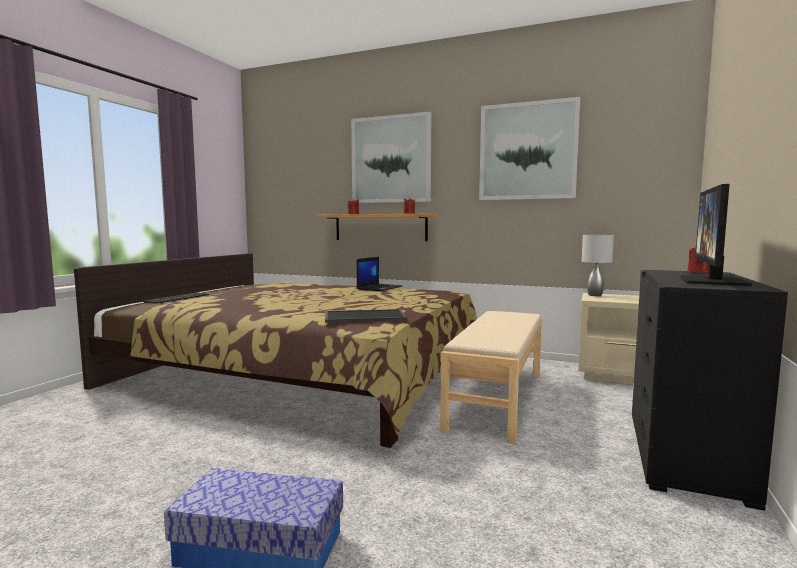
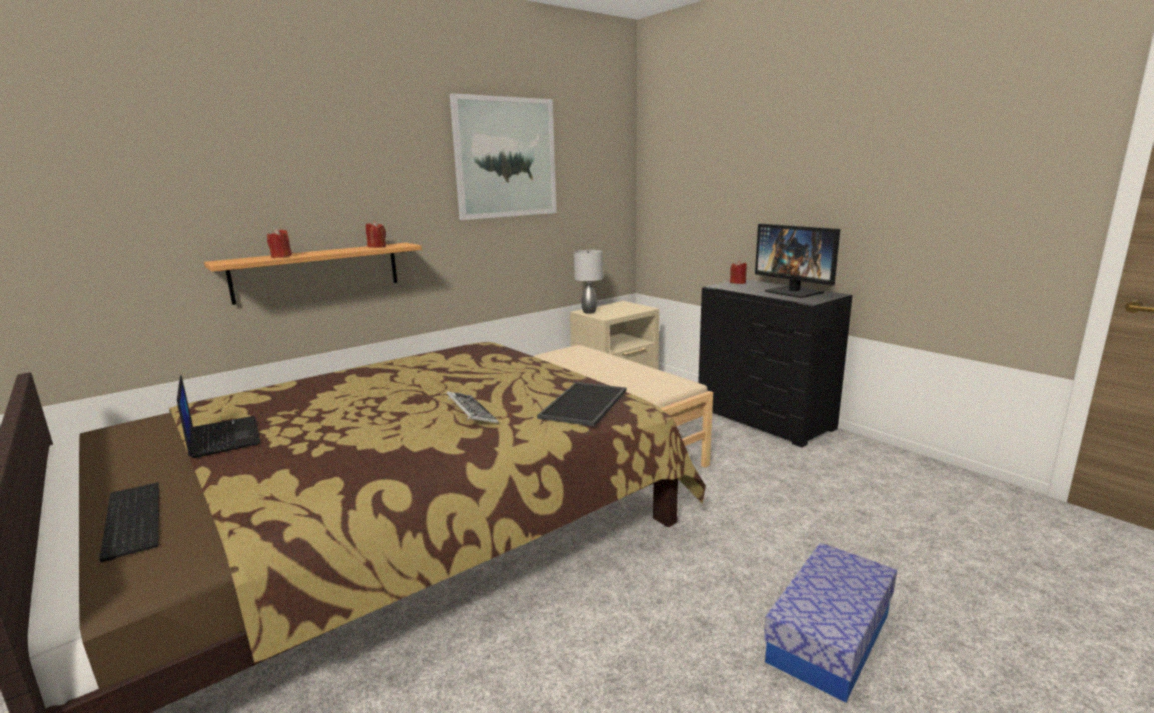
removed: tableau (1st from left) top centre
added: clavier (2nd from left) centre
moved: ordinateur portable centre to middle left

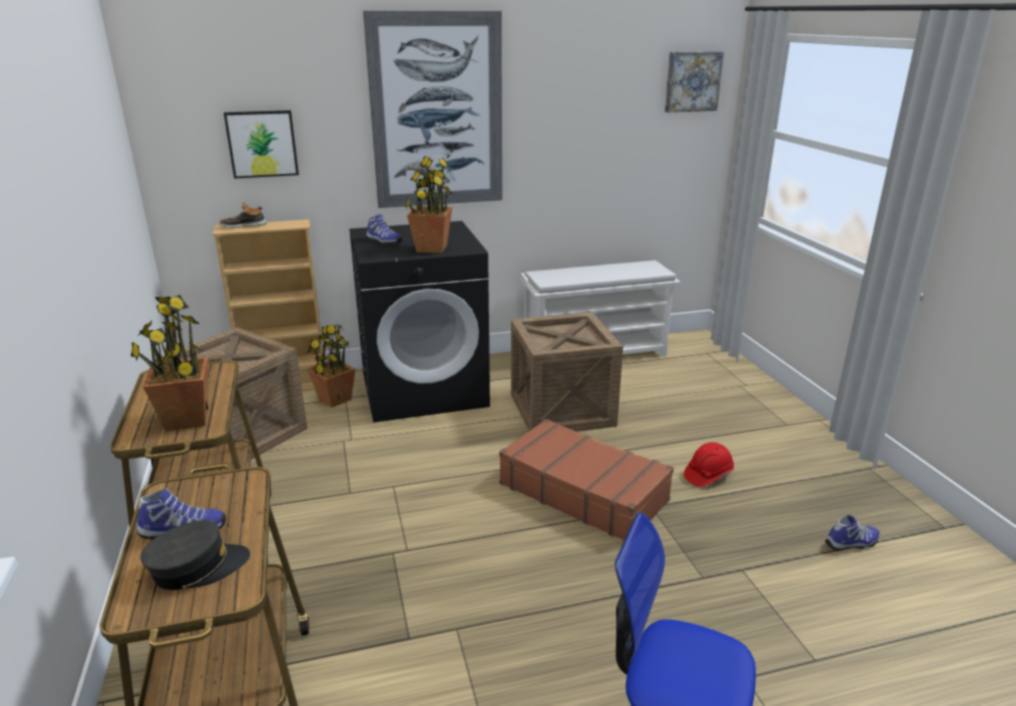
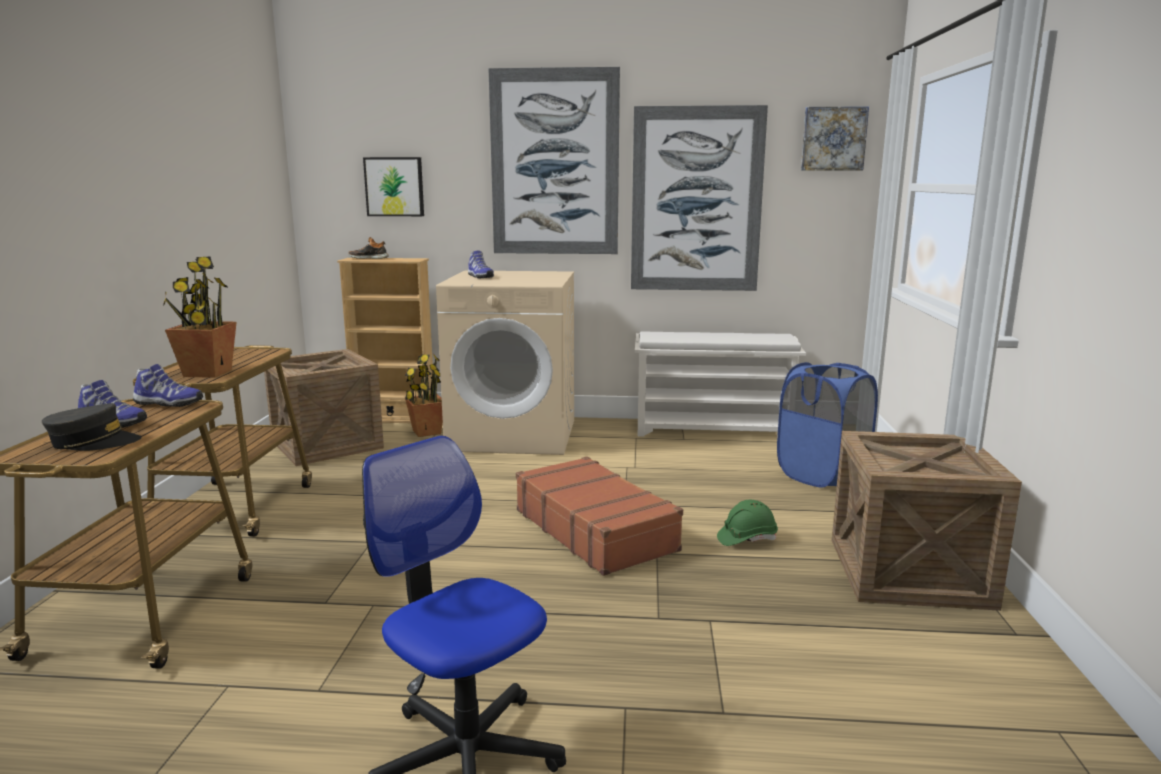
removed: plante en pot (3rd from left) top centre
added: tableau (3rd from left) top centre; panier à linge/bleu middle right
moved: chaussure (4th from left in the first image) bottom right to chaussure (2nd from left) middle left; caisse (2nd from left) centre to bottom right
recoloured: lave-linge/noir centre to lave-linge/beige centre; casque de chantier/rouge middle right to casque de chantier/vert bottom centre

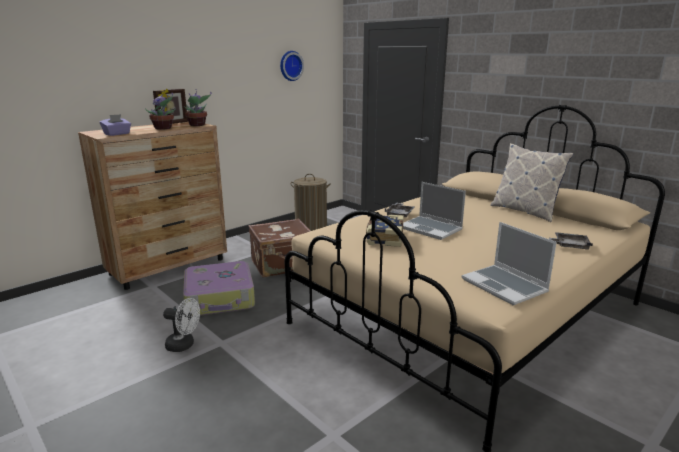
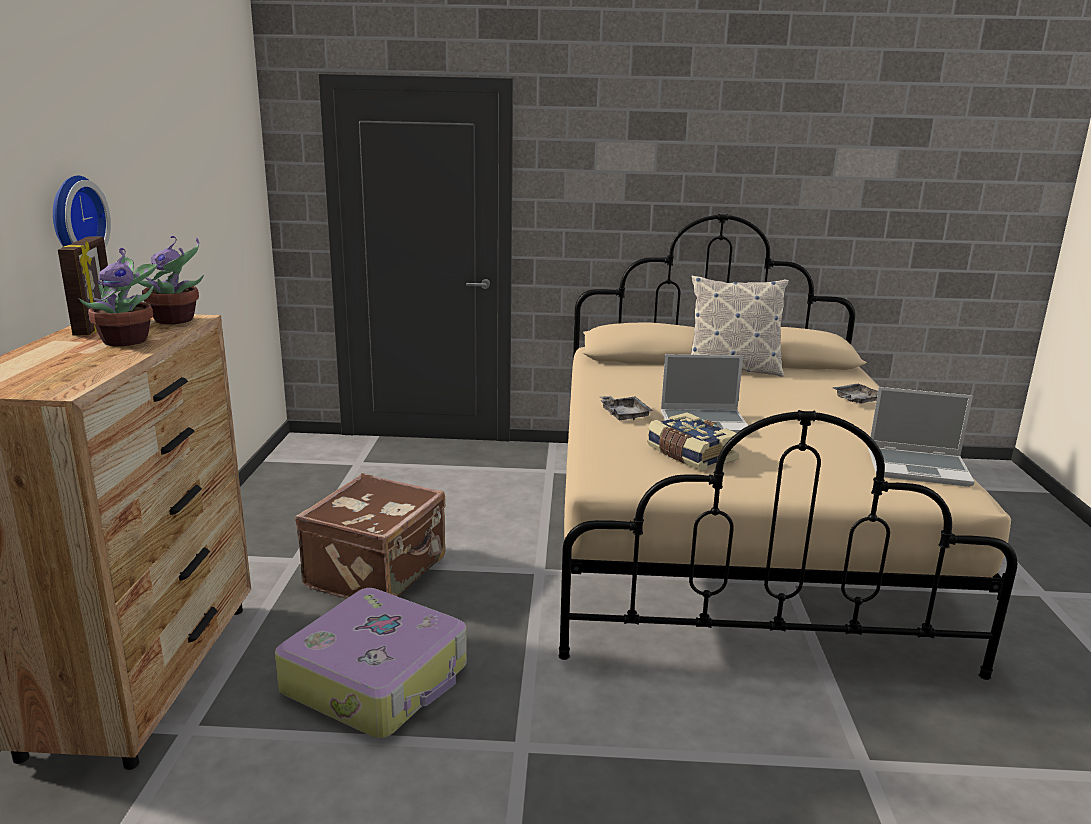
removed: boîte à mouchoirs/violet top left; ventilateur/blanc bottom left; panier à linge centre
moved: horloge murale top centre to top left

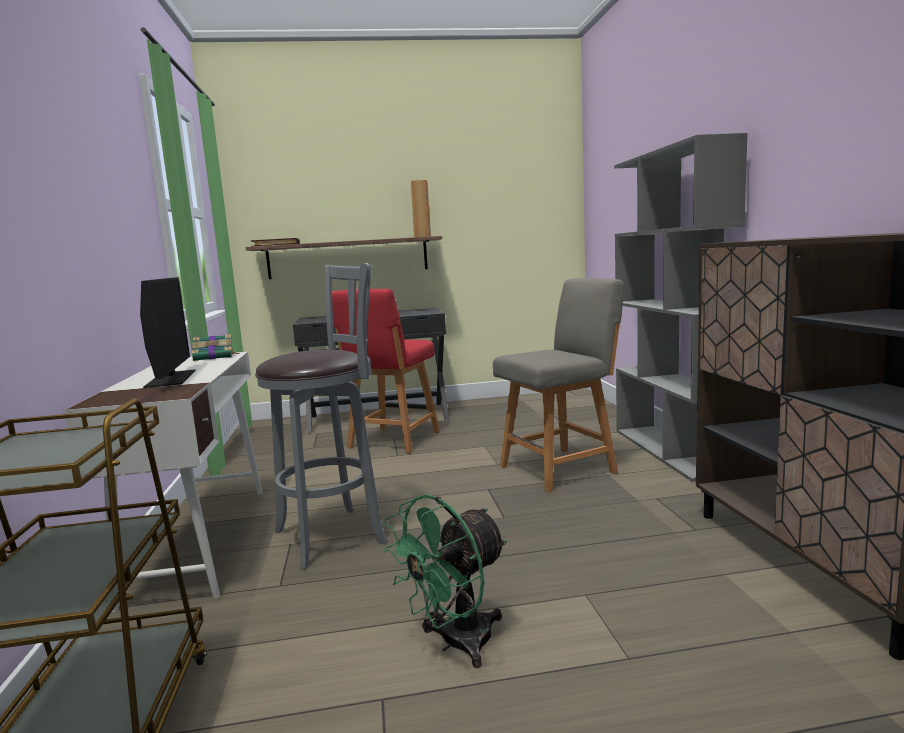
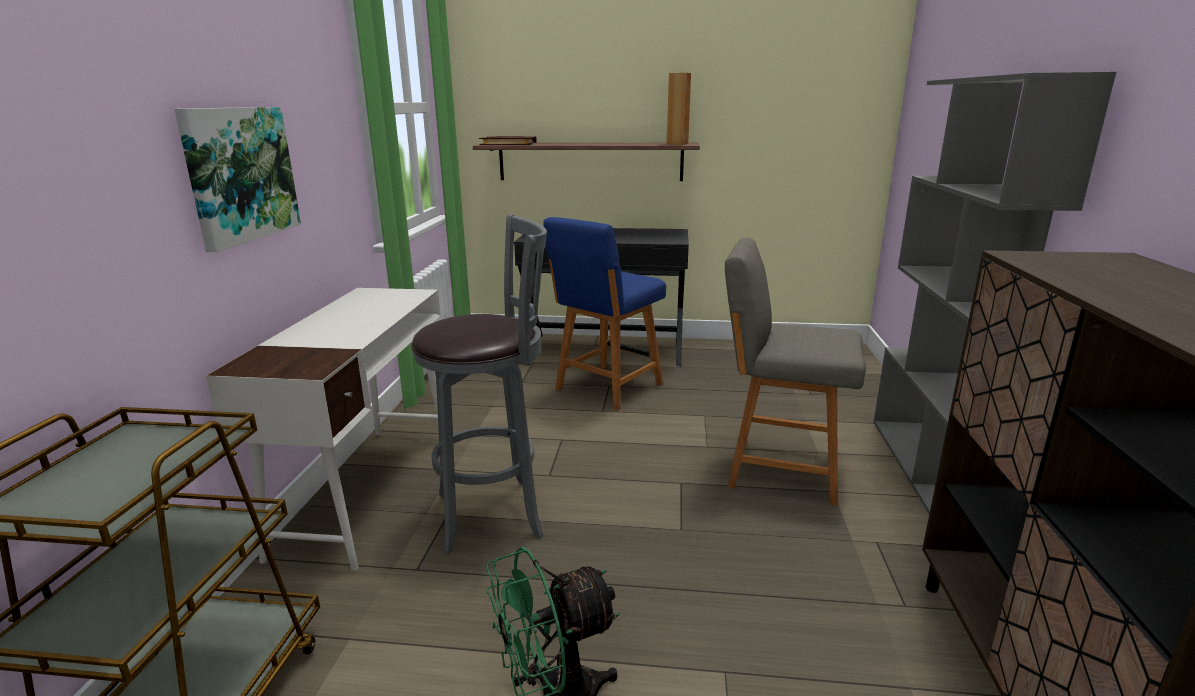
removed: écran d'ordinateur middle left; livre (1st from left) middle left
added: tableau top left
recoloured: chaise/rouge centre to chaise/bleu centre
turned: chaise/gris centre = centre 150 degrees counterclockwise

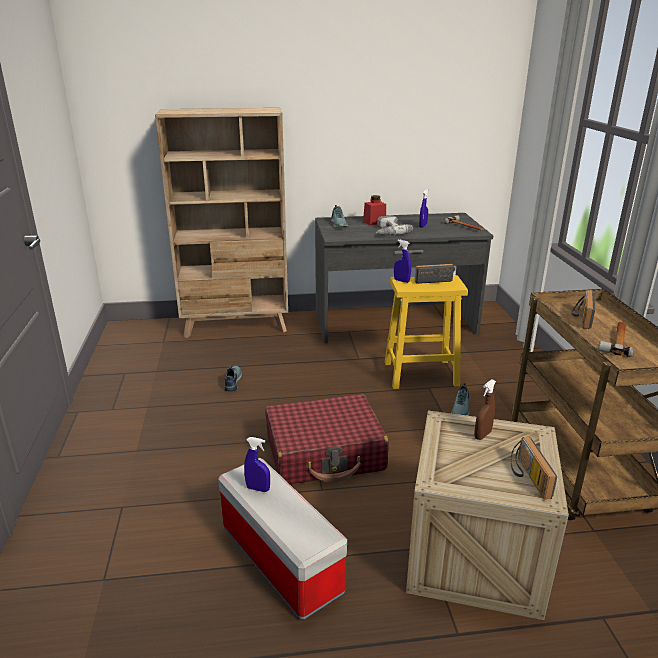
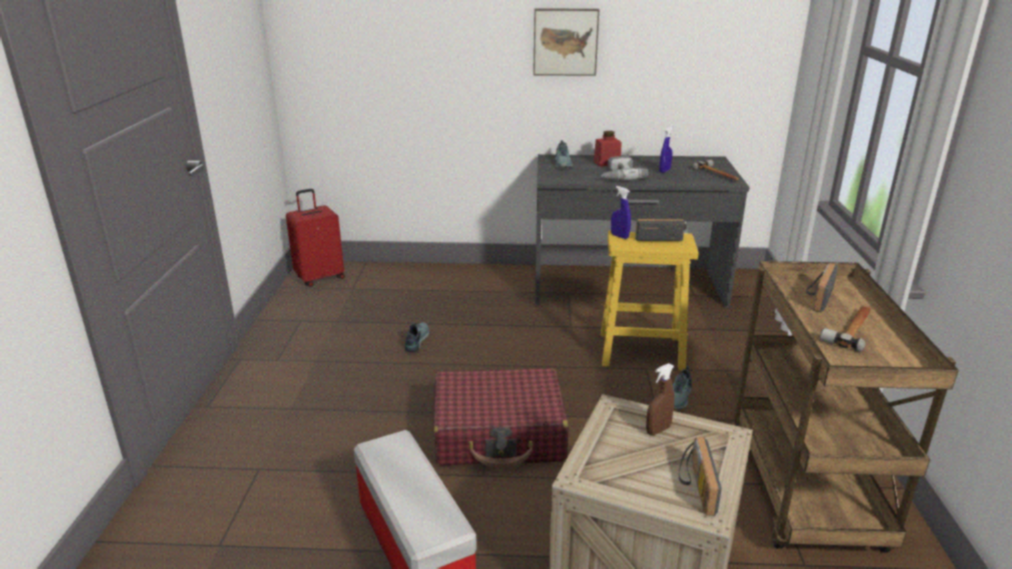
removed: bibliothèque/beige centre; vaporisateur/bleu (1st from left) bottom centre
added: valise/rouge (1st from left) middle left; tableau top centre

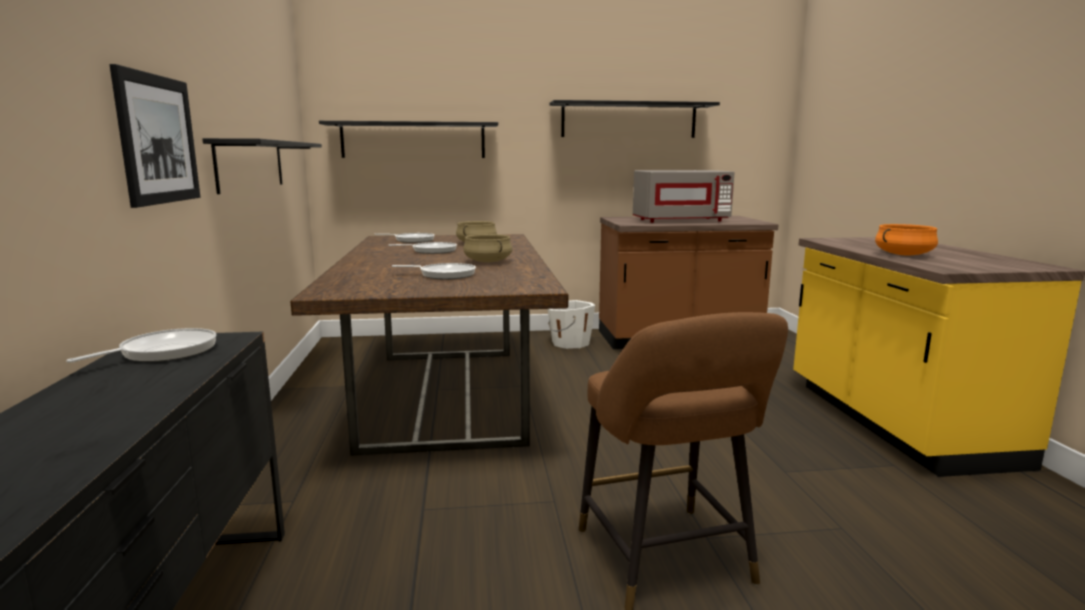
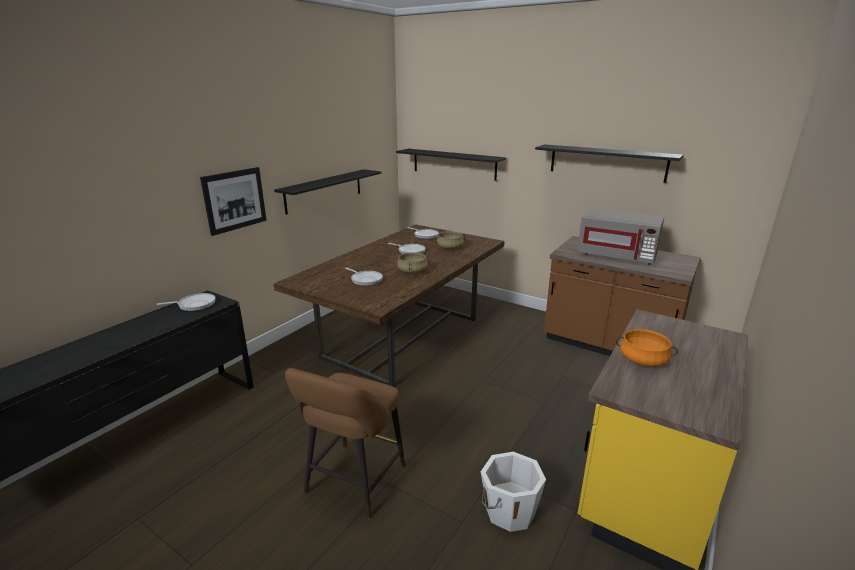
moved: seau/blanc centre to bottom centre

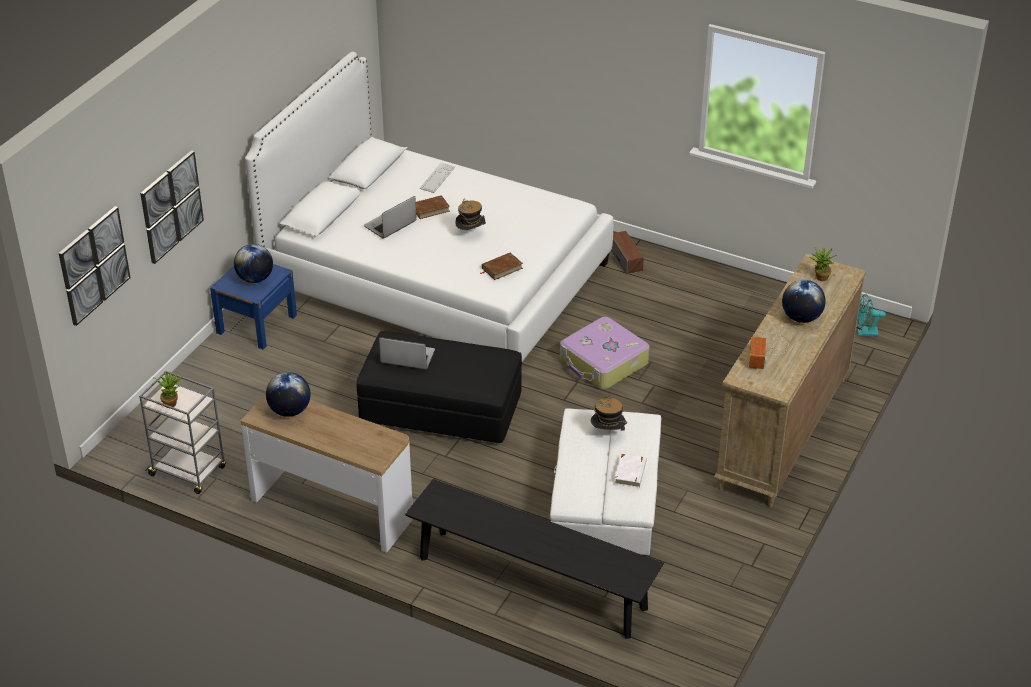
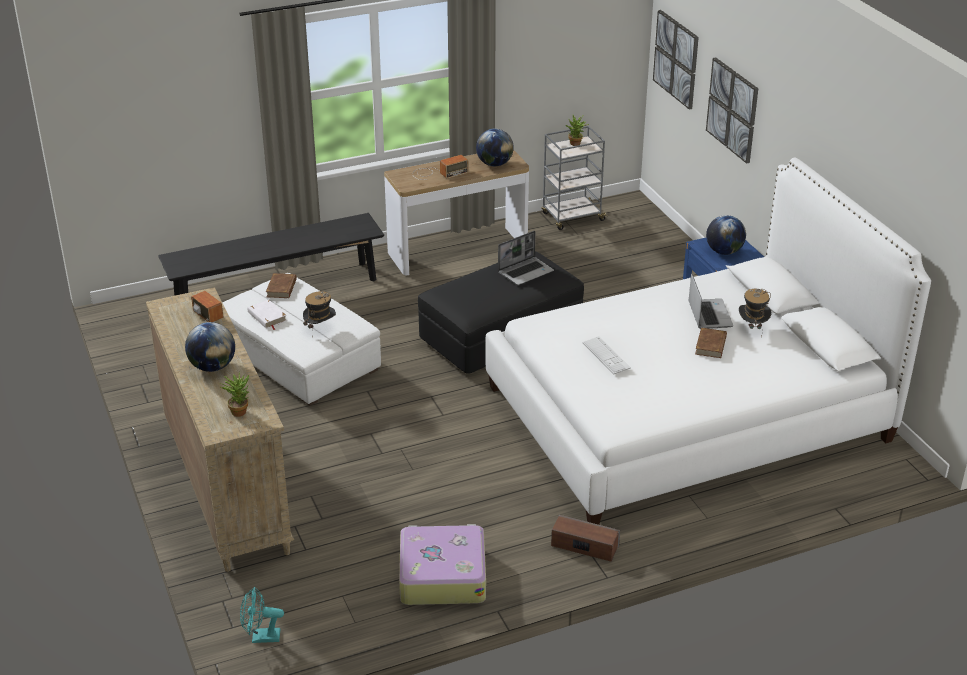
added: radio (2nd from left) top centre
moved: livre/marron (2nd from left in the first image) centre to livre/marron (1st from left) middle left; valise centre to bottom centre; clavier top centre to centre; chapeau (1st from left in the first image) top centre to chapeau (2nd from left) middle right
turned: ventilateur/turquoise middle right = bottom left 135 degrees counterclockwise

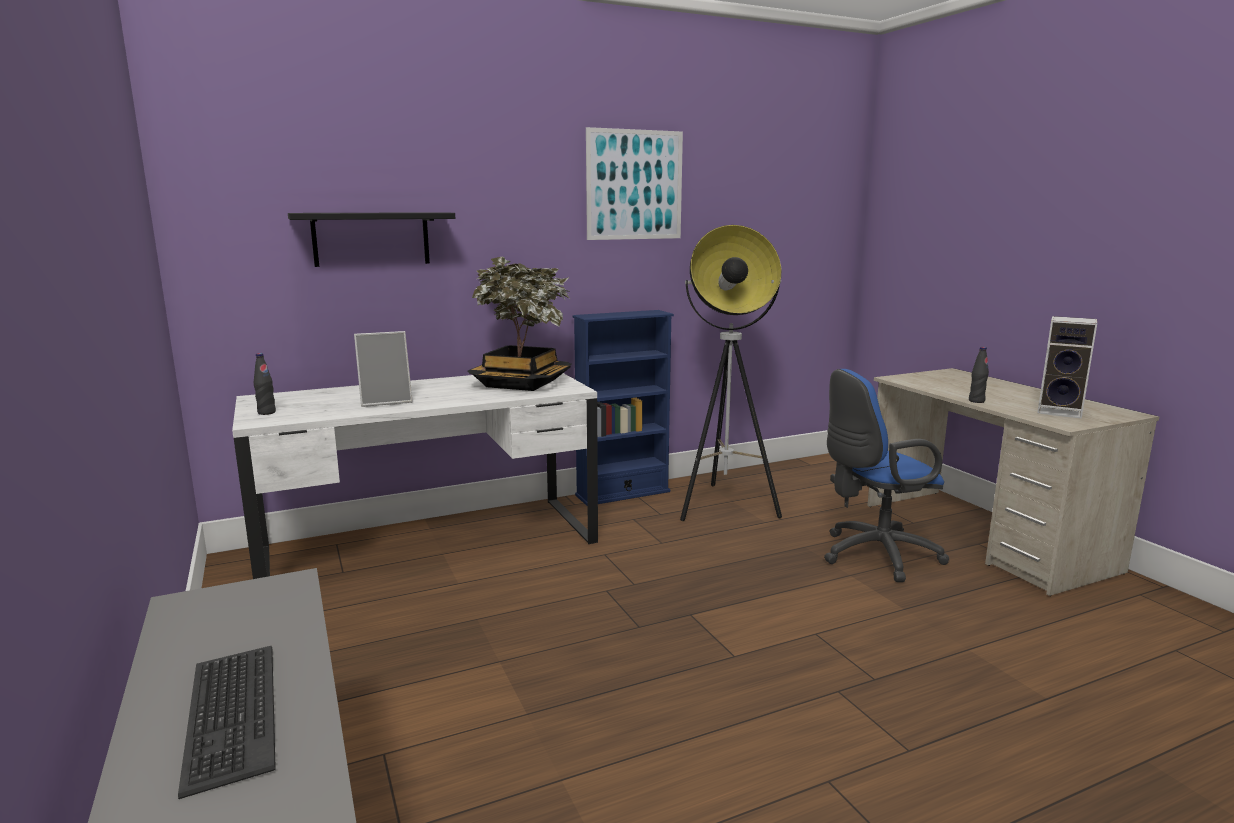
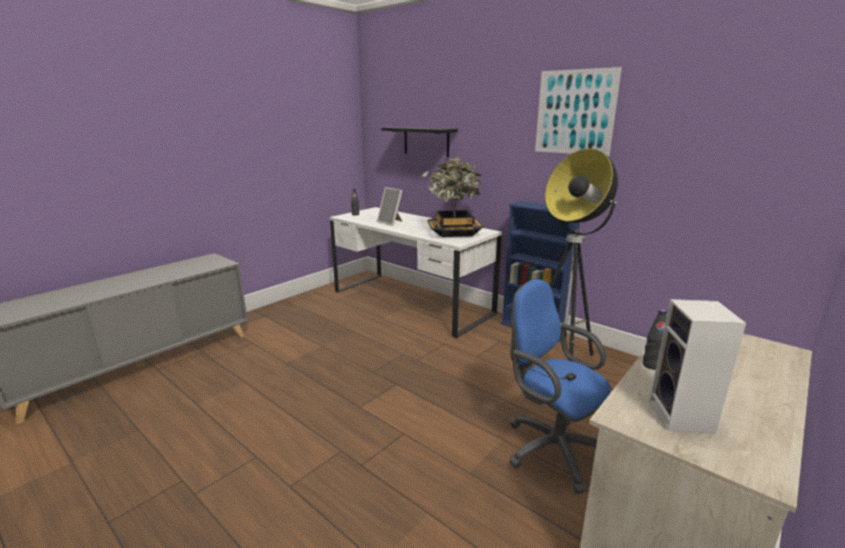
removed: clavier bottom left

